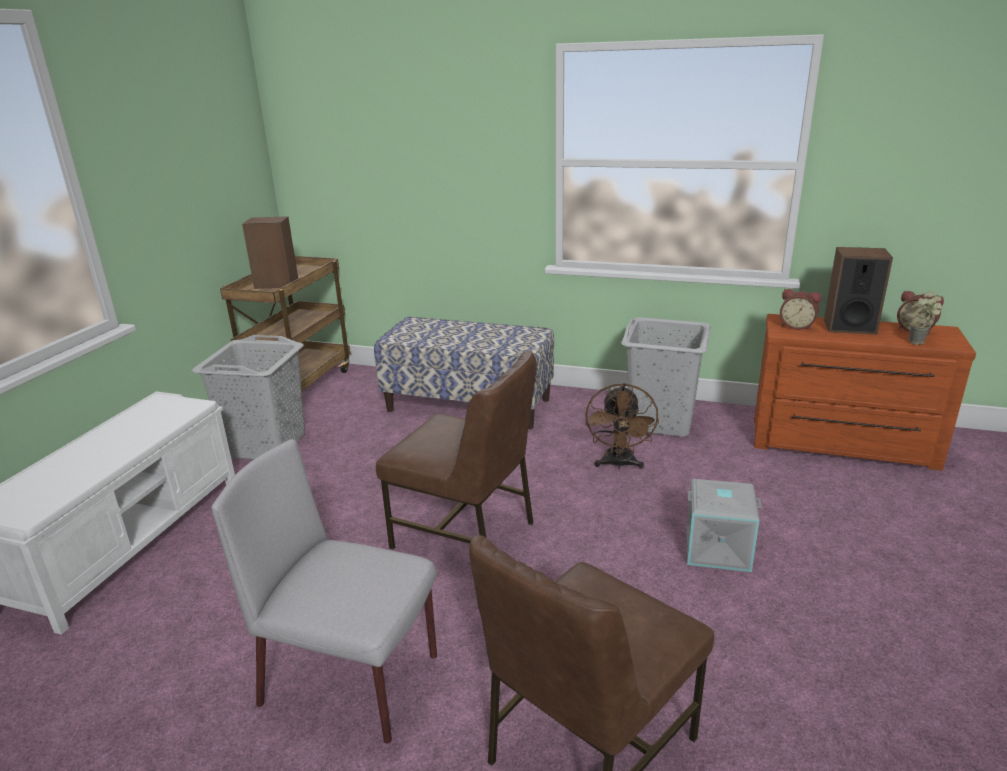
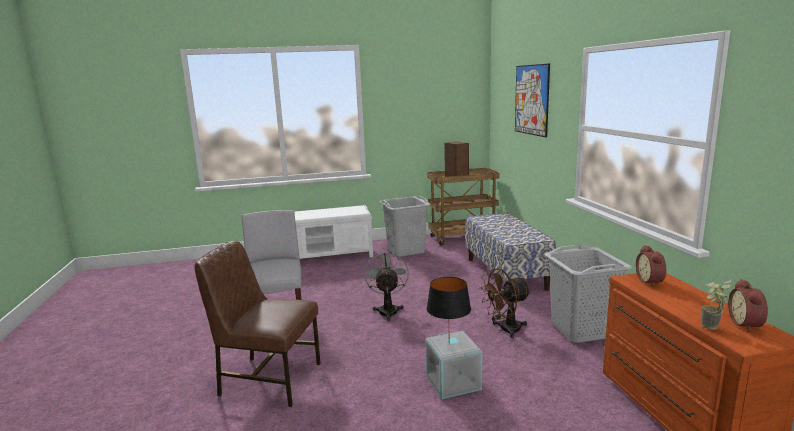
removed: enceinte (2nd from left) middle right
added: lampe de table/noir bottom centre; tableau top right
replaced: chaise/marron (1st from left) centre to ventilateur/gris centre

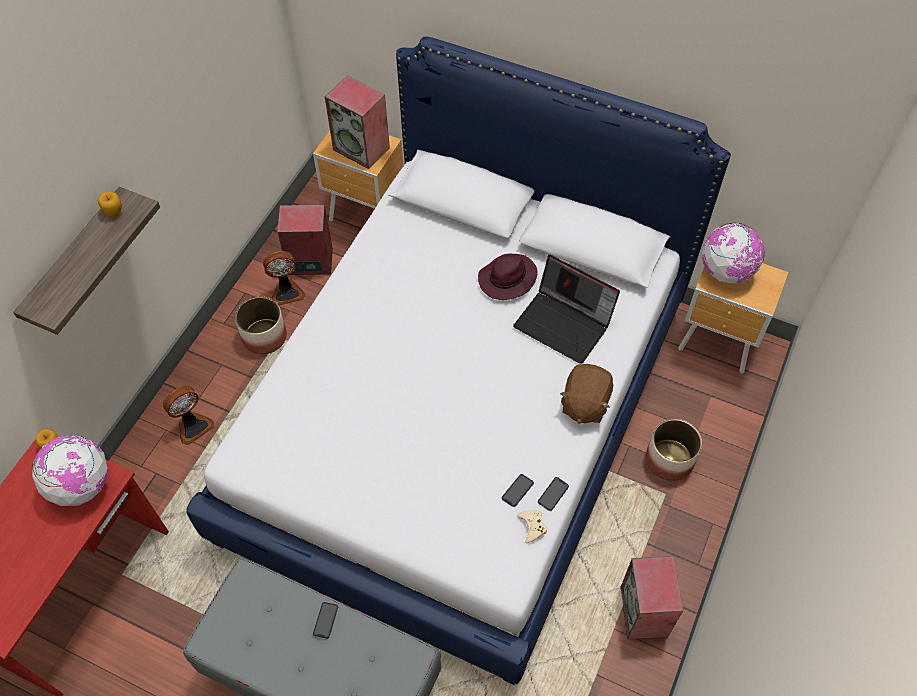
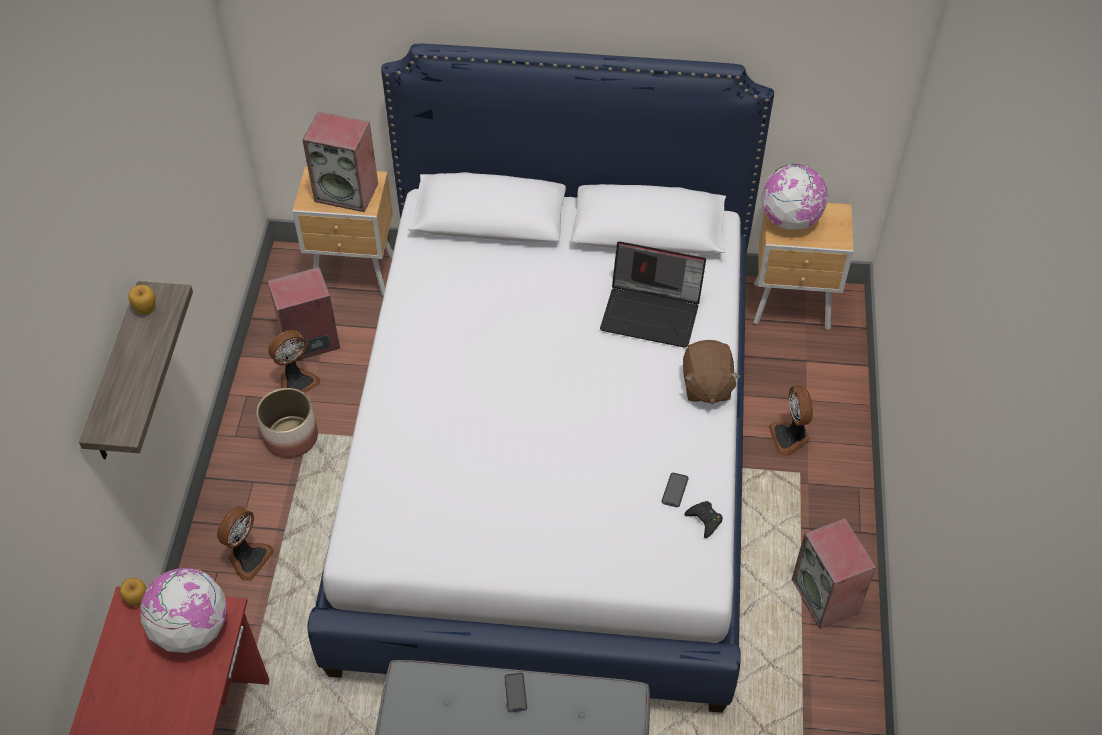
removed: chapeau/violet centre; téléphone (3rd from left) bottom centre
replaced: cache-pot (2nd from left) middle right to ventilateur (3rd from left) middle right
recoloured: manette/beige bottom centre to manette/noir bottom centre

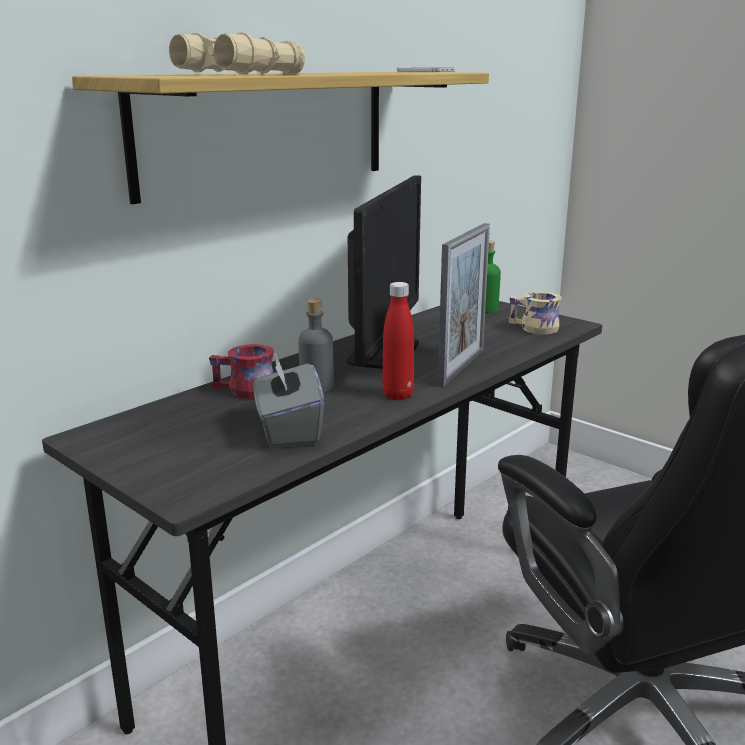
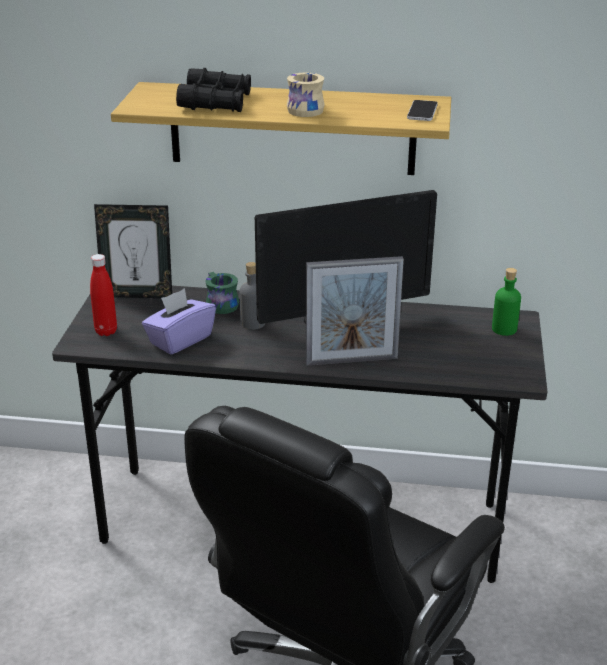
added: cadre photo (1st from left) middle left
moved: bouteille/rouge centre to middle left; mug/beige middle right to top centre
recoloured: boîte à mouchoirs/gris centre to boîte à mouchoirs/violet middle left; jumelles/beige top left to jumelles/noir top centre; mug/rouge middle left to mug/vert centre

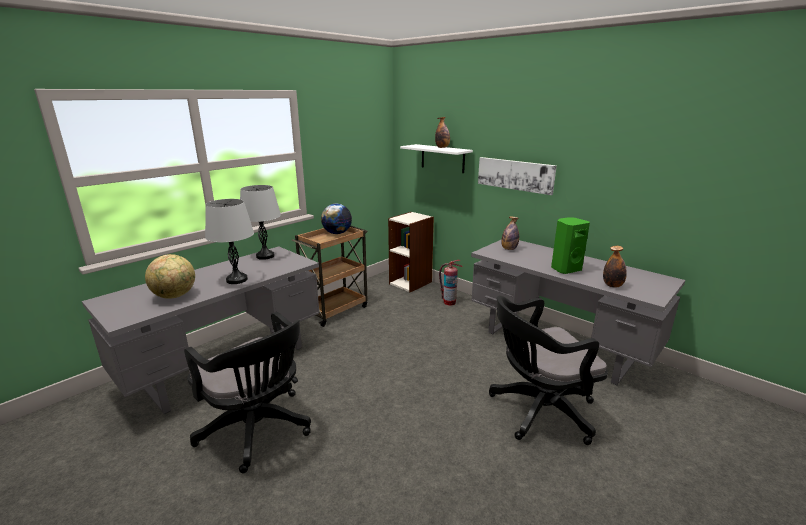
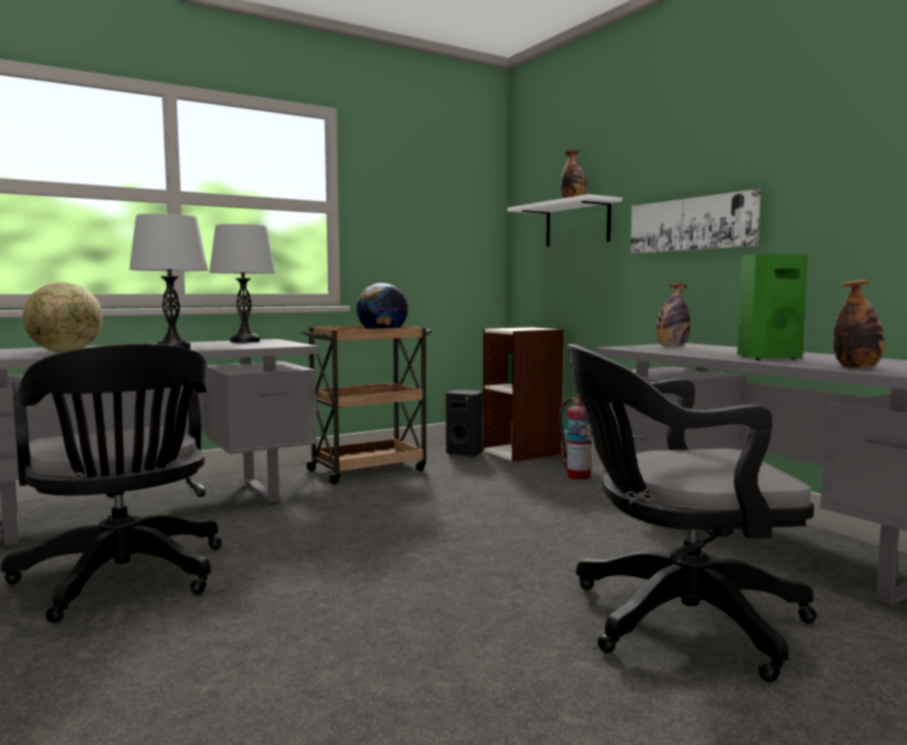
added: enceinte/noir centre

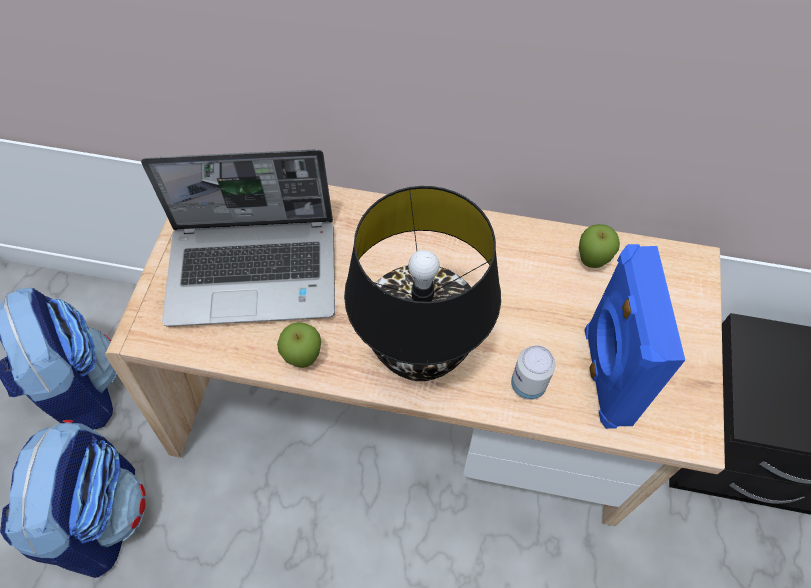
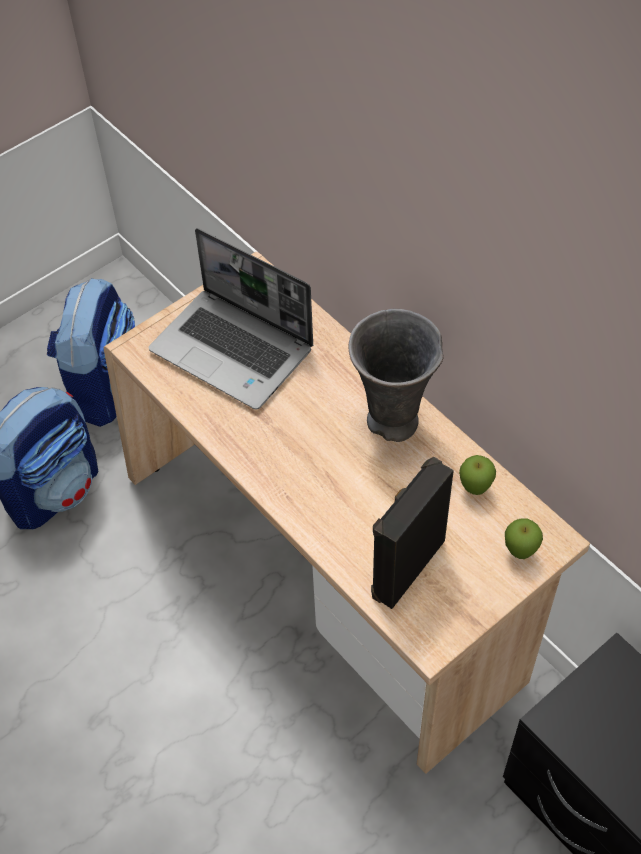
removed: lampe de table/noir centre; boîte métallique centre
added: vase/gris centre
moved: pomme (1st from left in the first image) centre to pomme (2nd from left) middle right
recoloured: enceinte/bleu middle right to enceinte/noir centre

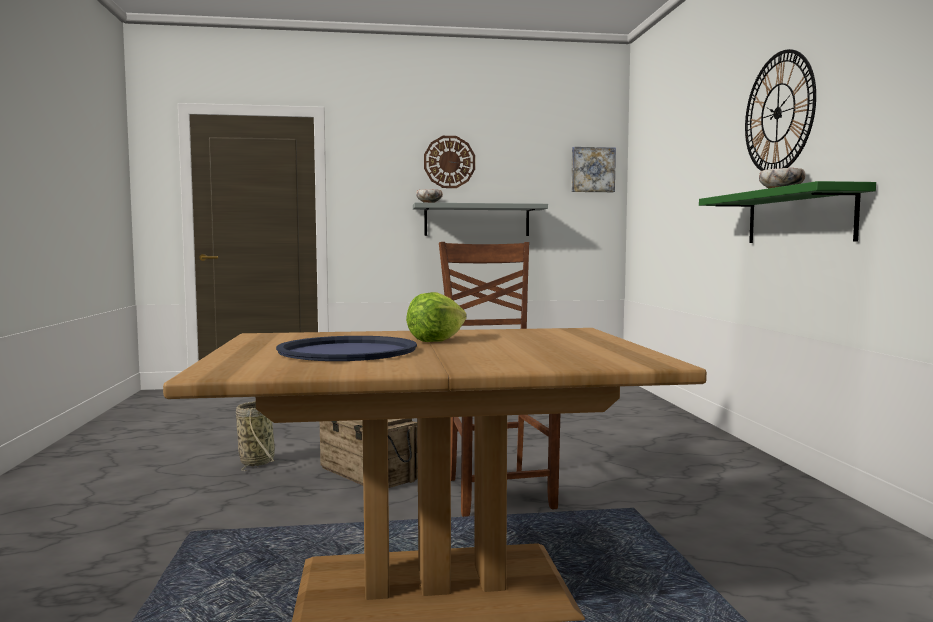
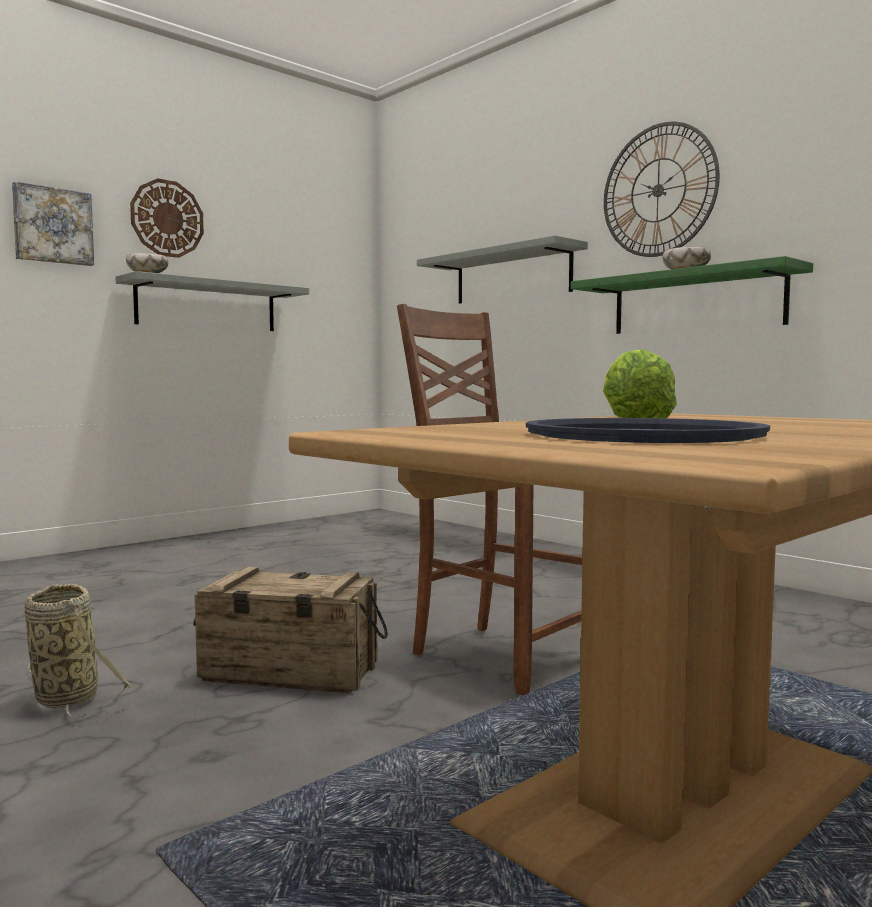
added: étagère/gris (2nd from left) top centre
moved: tableau top centre to top left

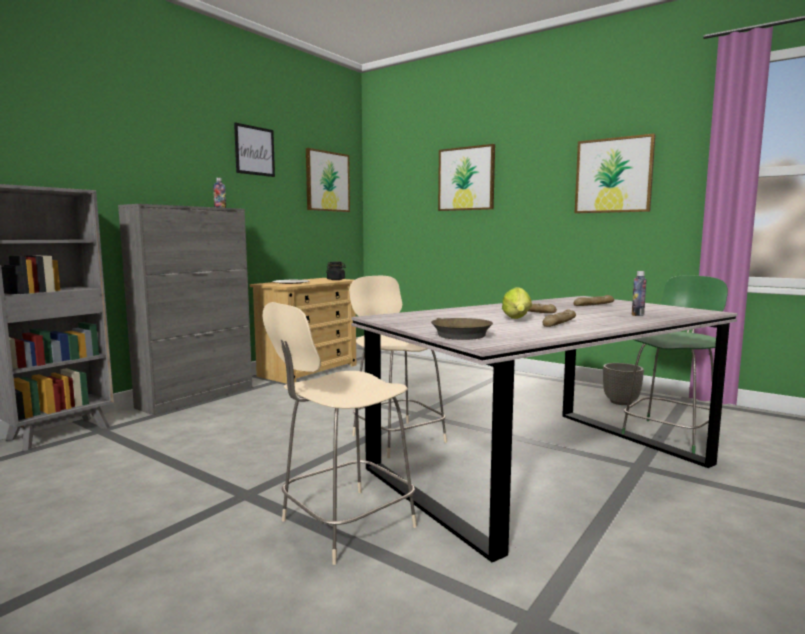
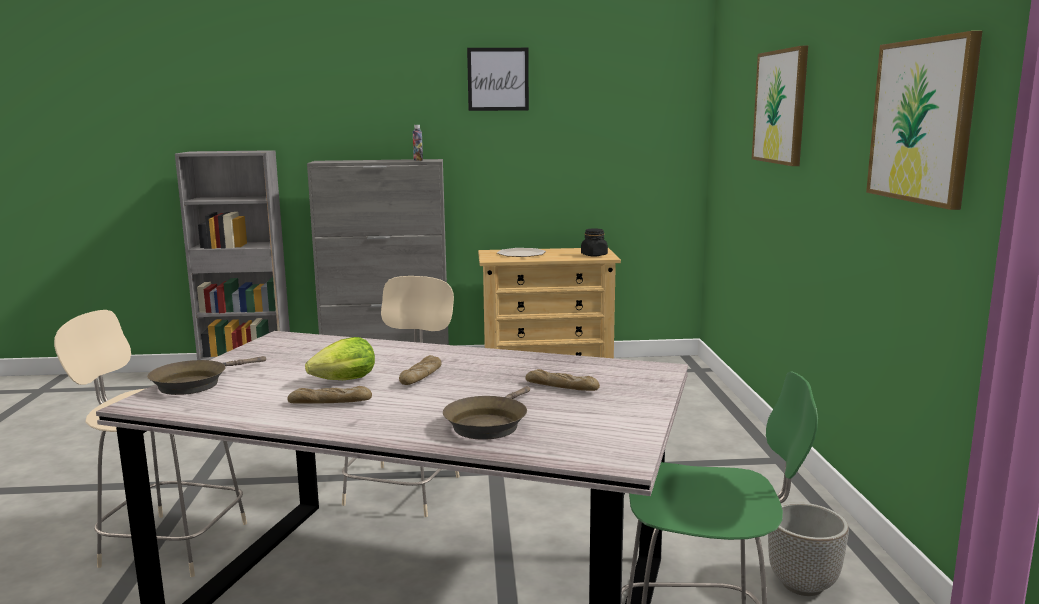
removed: tableau (2nd from left) top centre
replaced: bouteille (2nd from left) middle right to poêle/marron (2nd from left) bottom centre

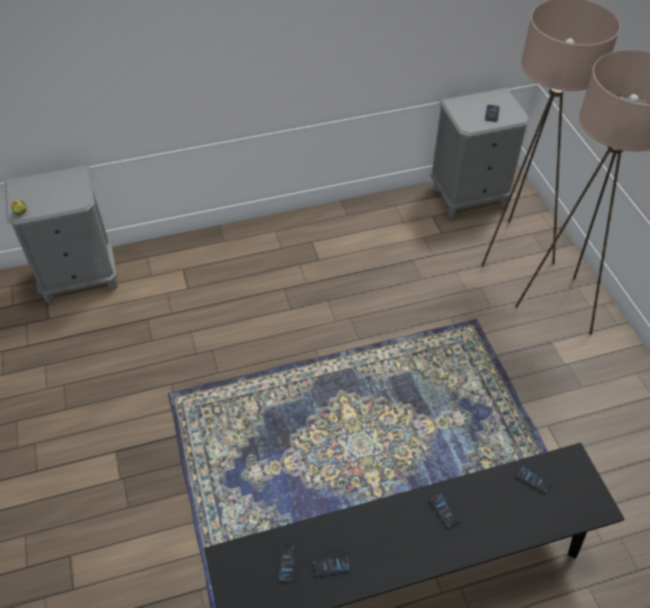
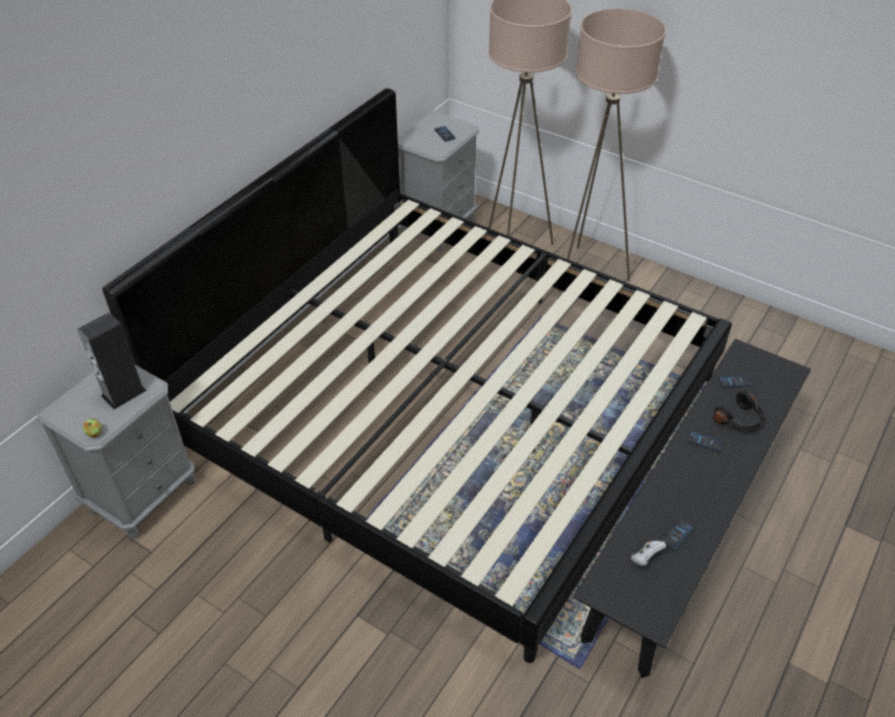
added: enceinte middle left; lit centre; casque audio/noir middle right
replaced: téléphone (1st from left) bottom centre to manette/blanc bottom right

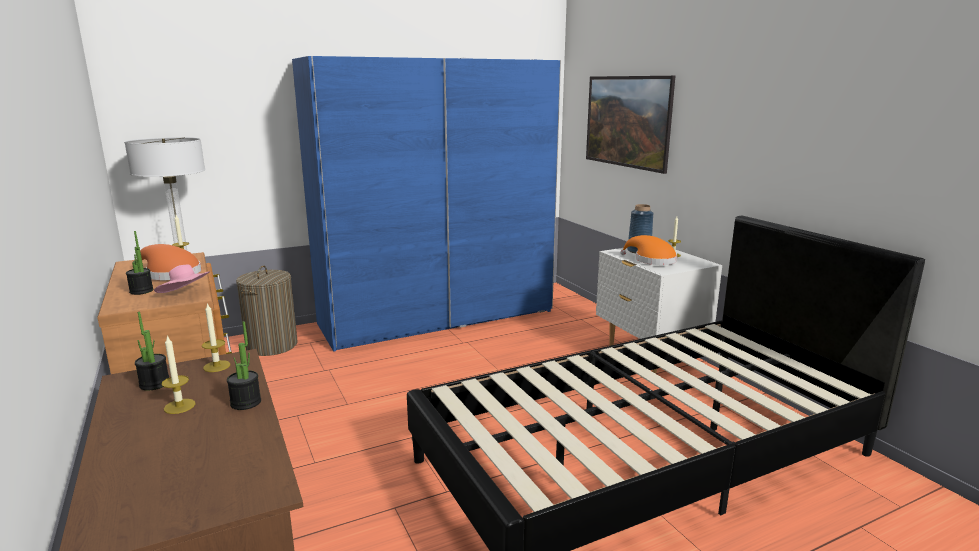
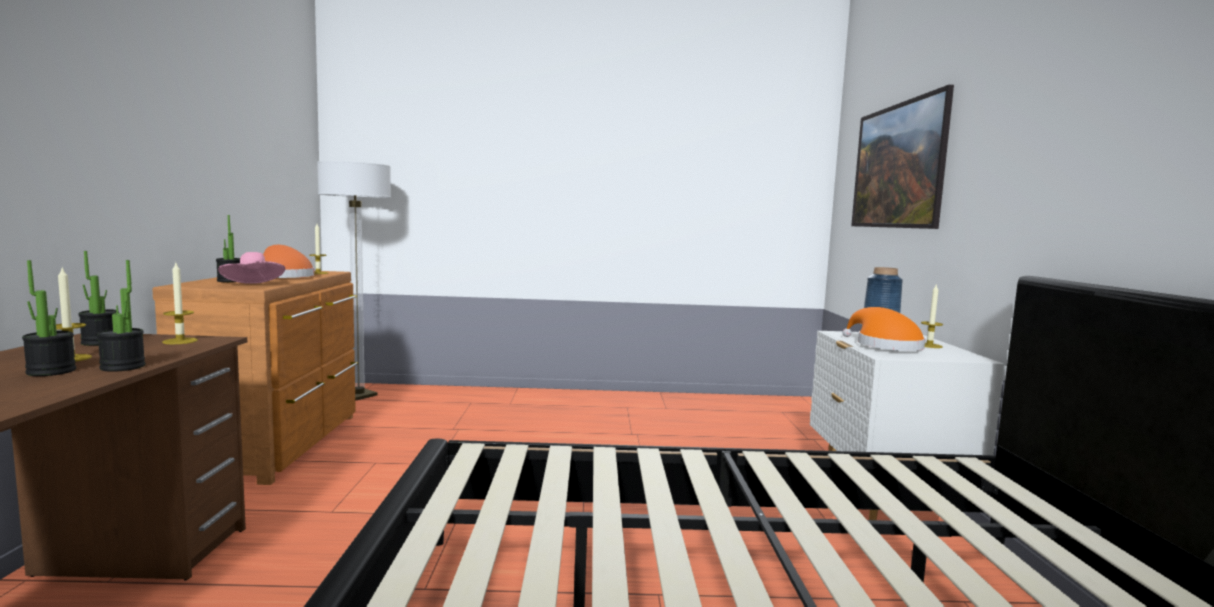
removed: panier à linge middle left; armoire/bleu centre
added: plante en pot (1st from left) middle left

